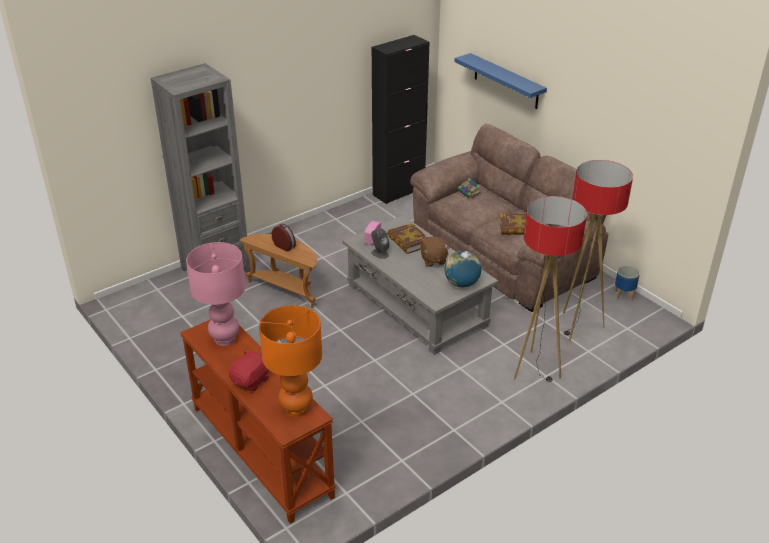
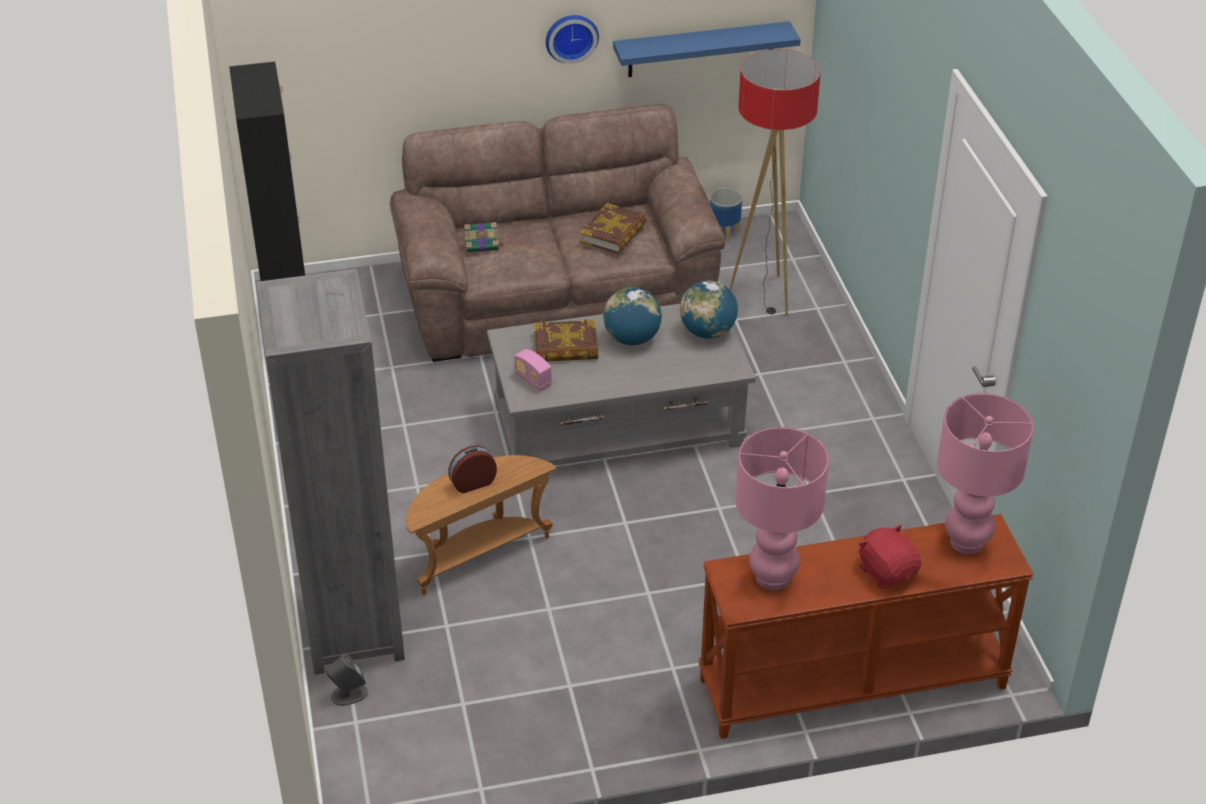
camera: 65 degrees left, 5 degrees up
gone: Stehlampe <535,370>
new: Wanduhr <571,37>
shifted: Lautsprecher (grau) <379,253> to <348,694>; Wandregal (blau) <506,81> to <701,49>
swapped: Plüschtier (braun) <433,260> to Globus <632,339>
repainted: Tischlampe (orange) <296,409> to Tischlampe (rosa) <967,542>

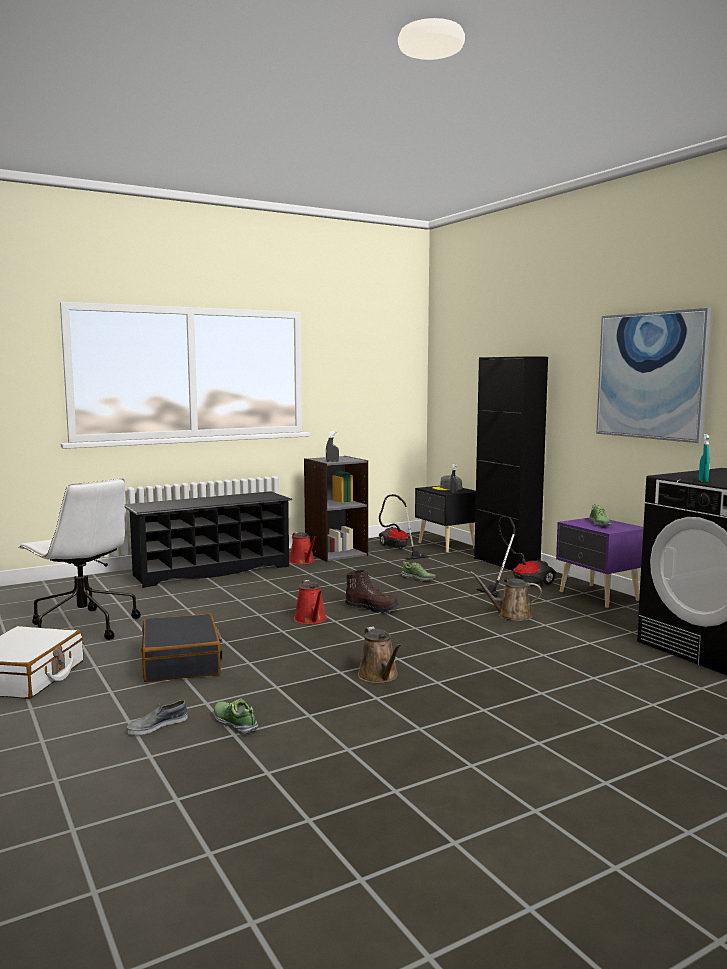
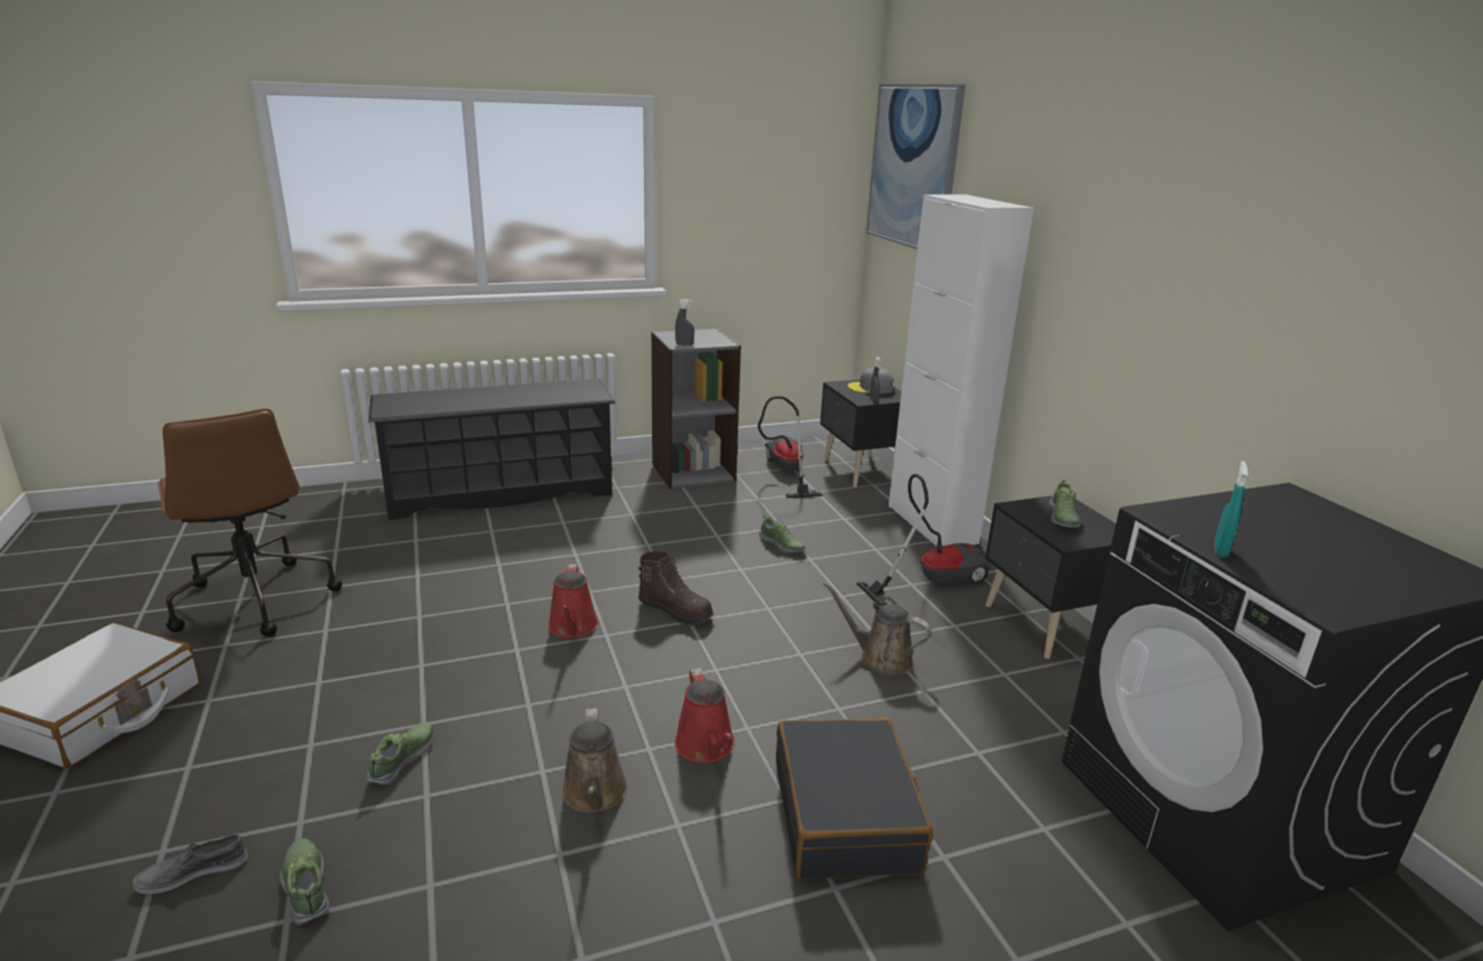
camera: 10 degrees right, 15 degrees up
new: Schuh <403,759>
shifted: Gießkanne (rot) <303,562> to <706,747>; Koffer (schwarz) <181,662> to <846,815>; Bild <650,375> to <913,166>
repainted: Bürostuhl (weiß) <82,626> to Bürostuhl (braun) <254,599>; Schrank (schwarz) <506,563> to Schrank (weiß) <931,524>; Nachttisch (lila) <598,596> to Nachttisch (schwarz) <1044,626>

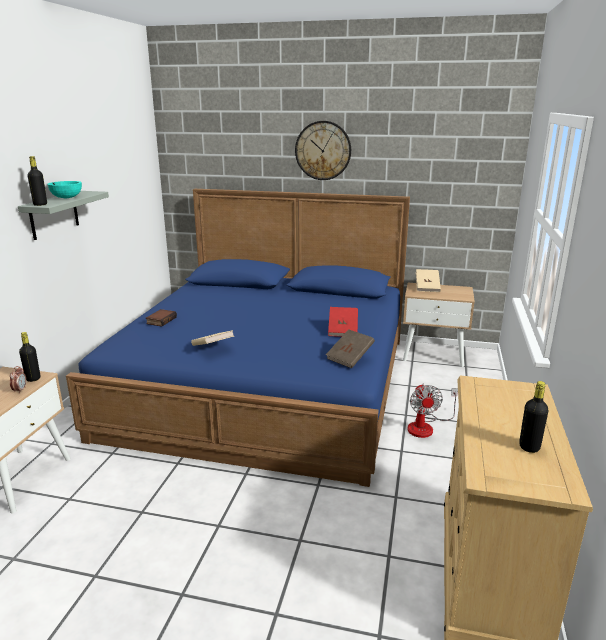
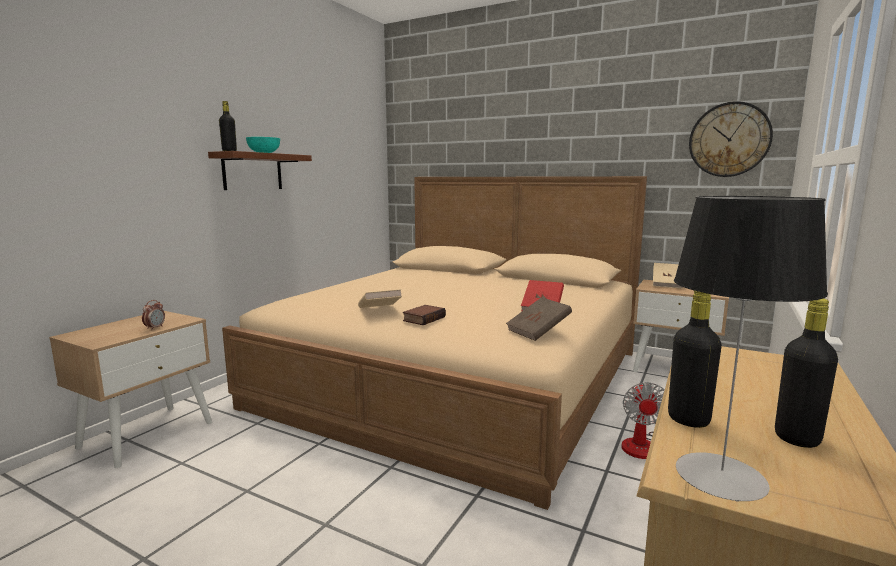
camera: 15 degrees right, 10 degrees down
new: Tischlampe <721,476>
shifted: Buch <161,320> to <423,318>; Flasche (schwarz) <33,378> to <688,419>; Wanduhr <323,150> to <729,140>
repainted: Wandregal (grau) <54,215> to Wandregal (braun) <252,172>; Bett (blau) <266,383> to Bett (beige) <459,377>

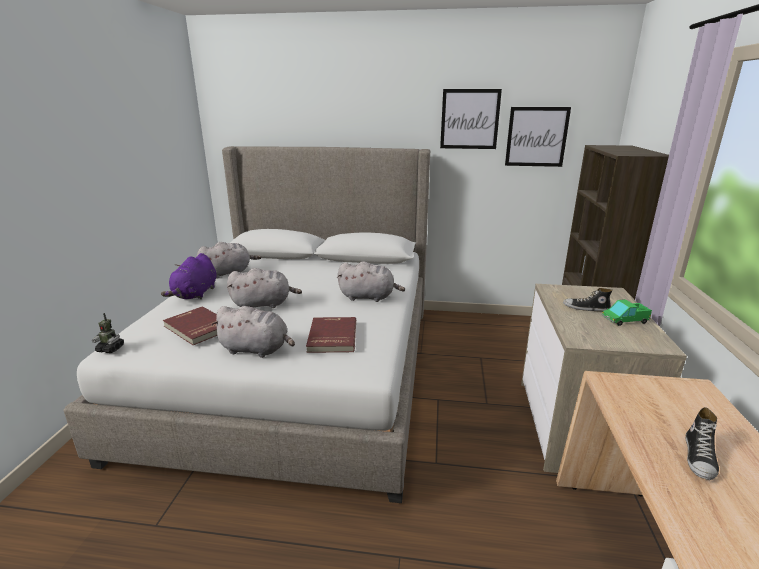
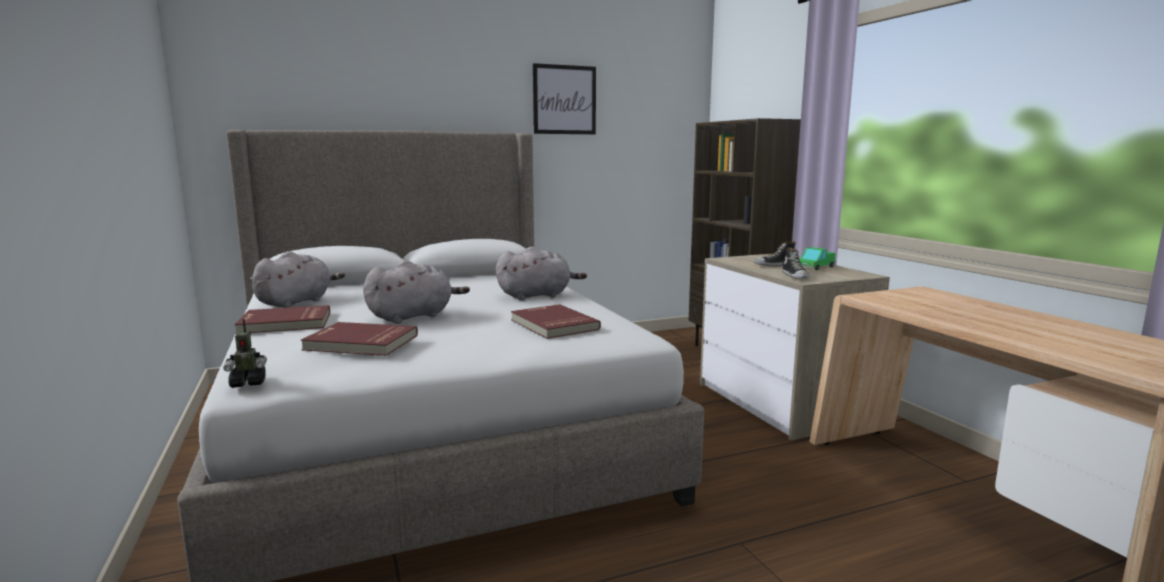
camera: 30 degrees left, 10 degrees down
gone: Plüschtier (grau) <257,349>; Bild <536,137>
shifted: Schuh <700,458> to <795,276>
swapped: Plüschtier (lila) <195,294> to Buch (rot) <285,323>

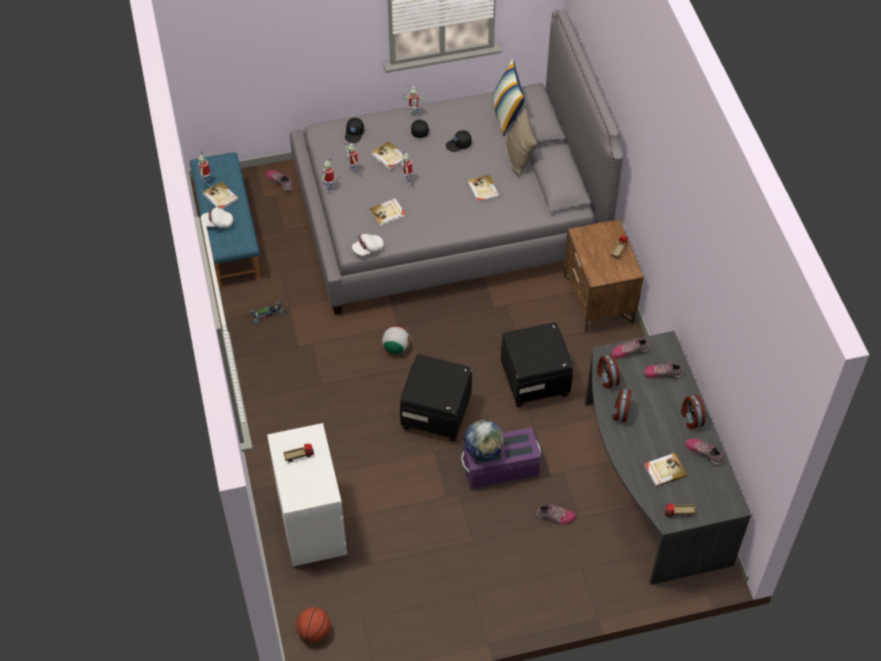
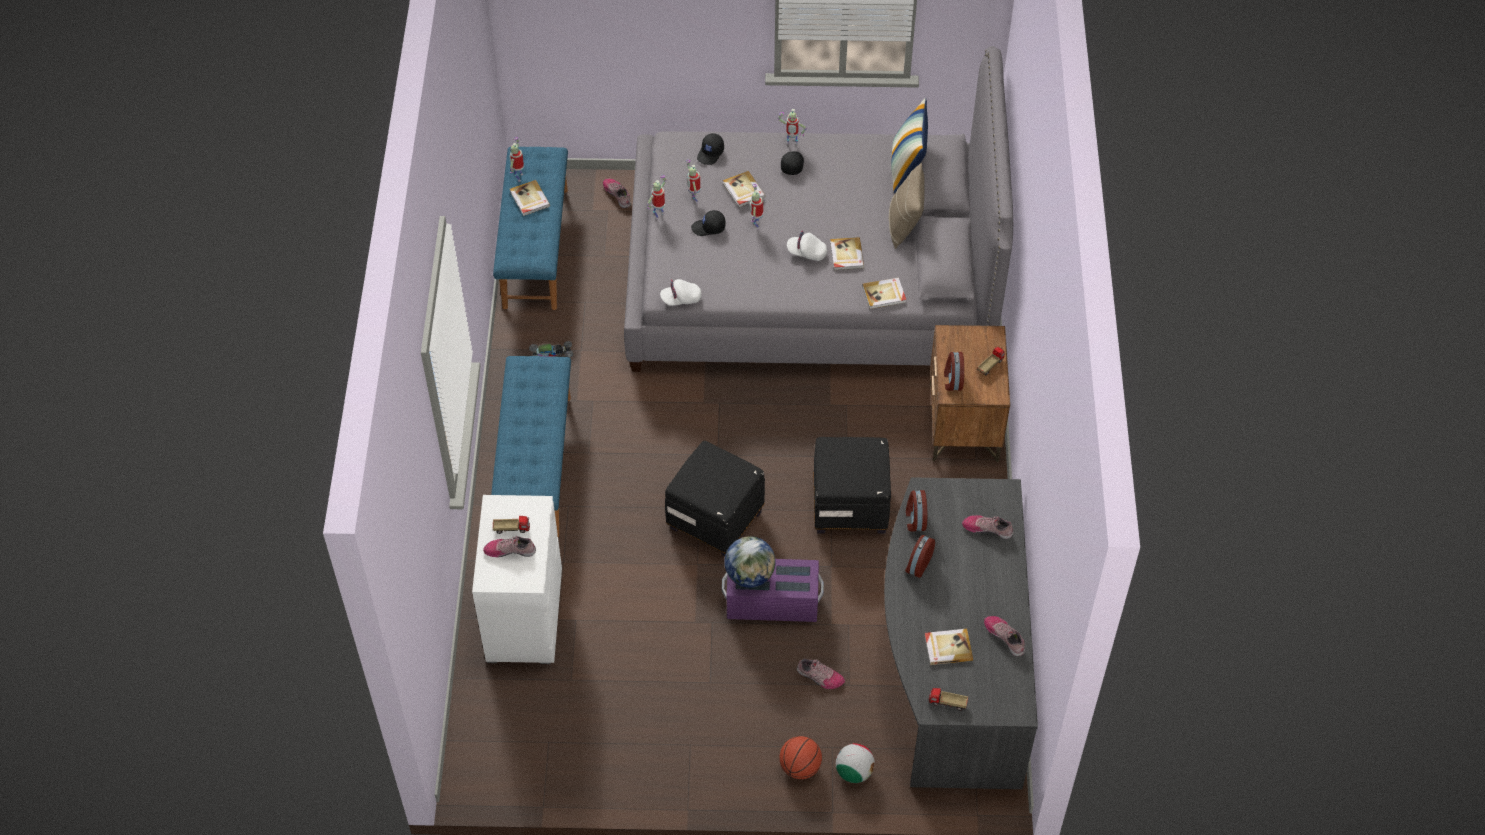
camera: 15 degrees right, 0 degrees up
new: Bank (blau) <535,465>
shifted: Schuh <629,351> to <510,550>; Kappe (schwarz) <458,145> to <708,228>; Basketball <314,632> to <800,767>; Kappe (weiß) <217,223> to <806,252>; Fußball <396,348> to <854,772>; Buch <387,213> to <884,294>; Wecker <691,419> to <952,380>

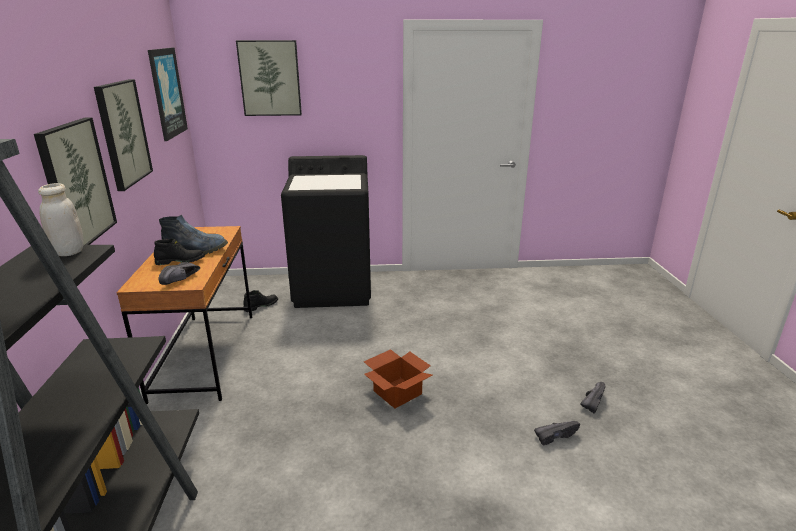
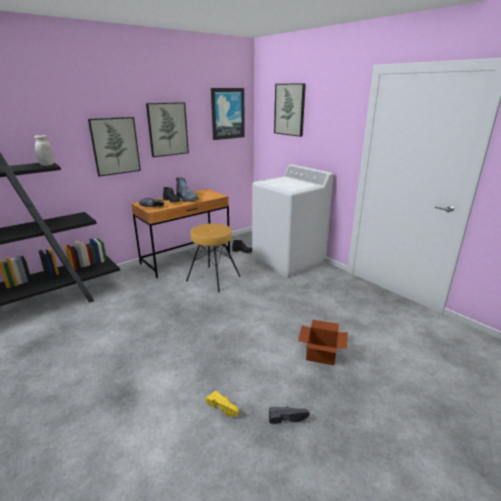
camera: 55 degrees right, 0 degrees up
new: Hocker (braun) <213,278>
shifted: Karton <397,391> to <322,353>
repainted: Schuh (schwarz) <555,435> to Schuh (gelb) <224,407>; Waschmaschine (schwarz) <333,289> to Waschmaschine (weiß) <288,261>

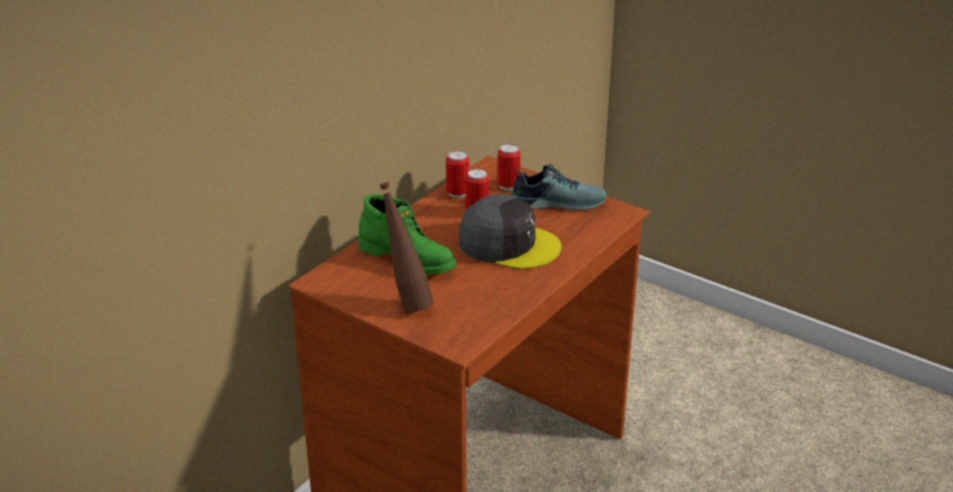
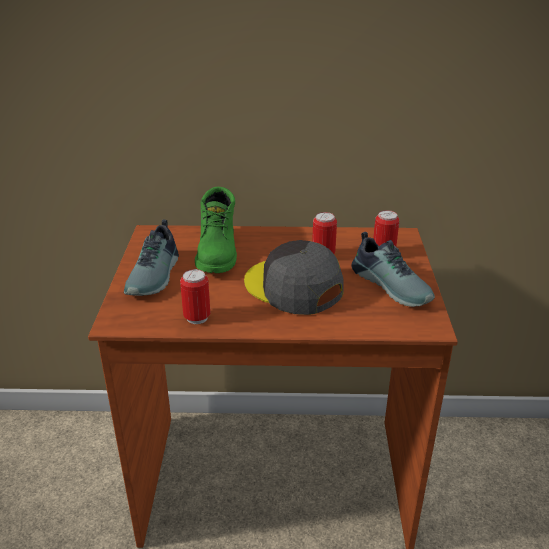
camera: 55 degrees right, 0 degrees up
shifted: Dose <457,193> to <197,318>
swapped: Flasche (braun) <407,302> to Schuh <156,275>
rotated: Kappe (grau) <508,244> = <293,287> 150 degrees clockwise

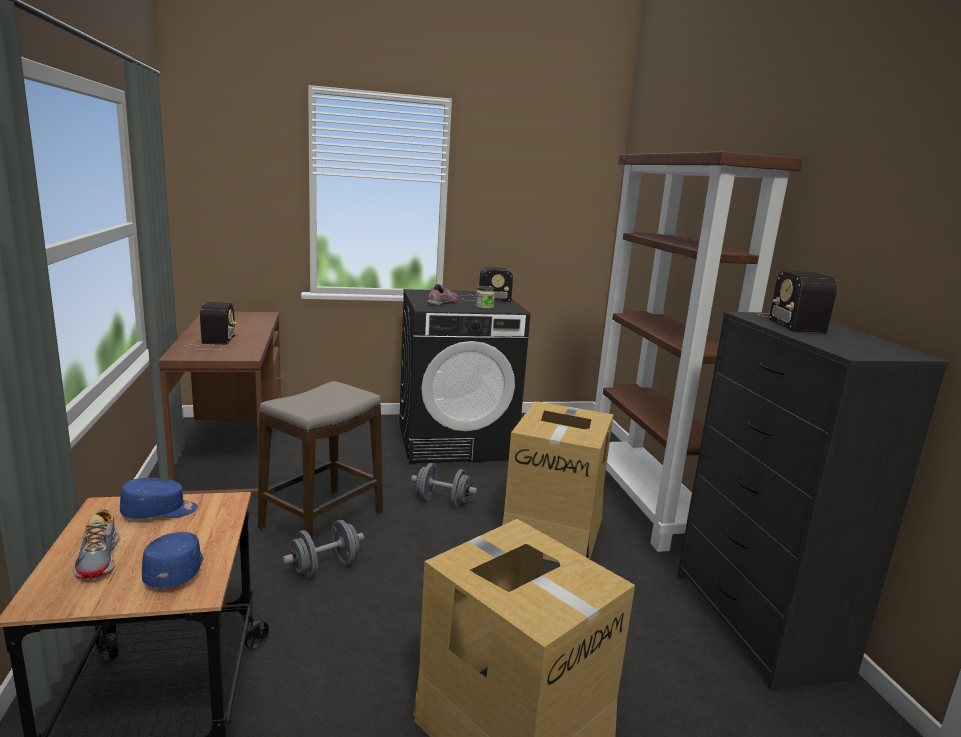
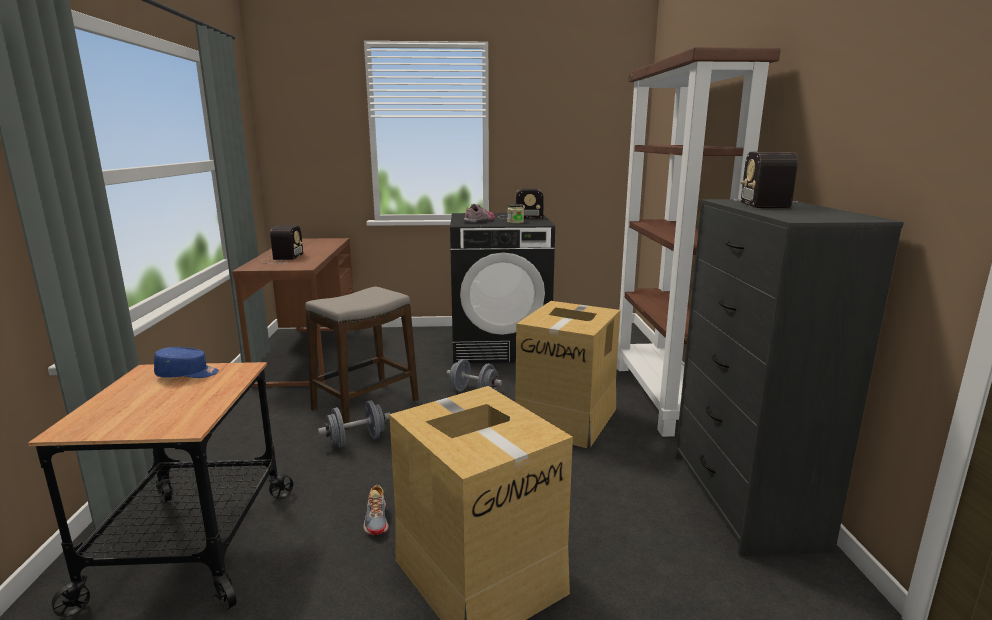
camera: 10 degrees right, 0 degrees up
gone: Kappe (blau) <176,570>
shifted: Schuh <100,558> to <377,519>

